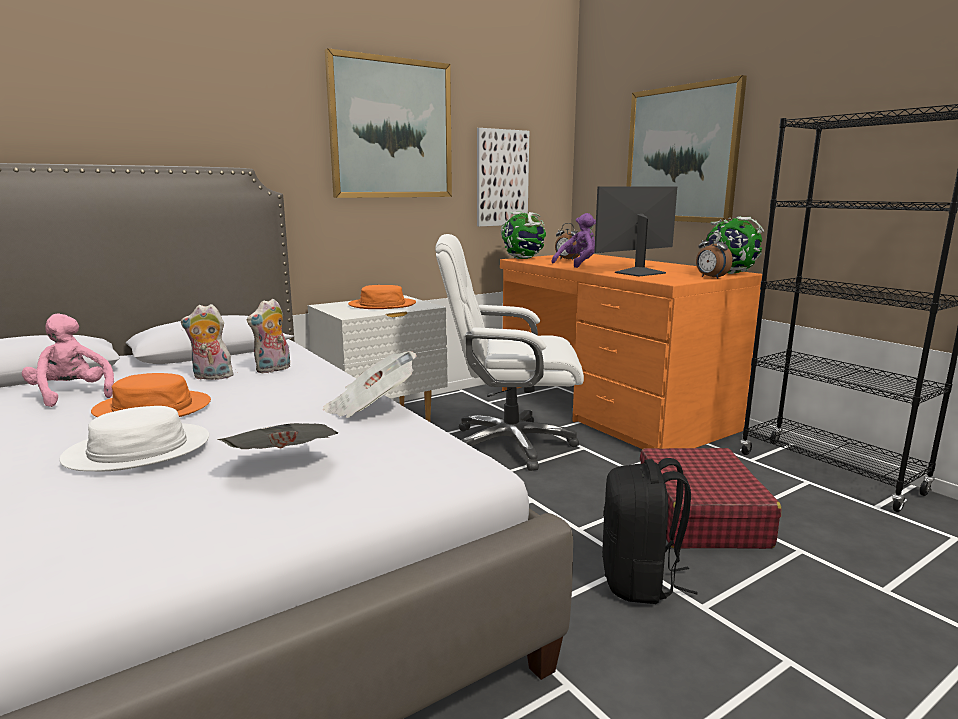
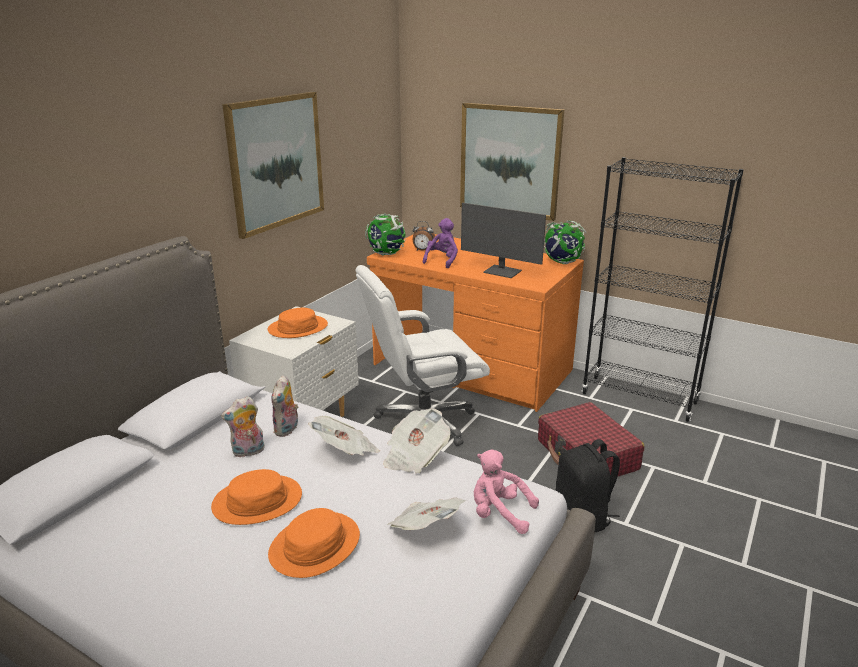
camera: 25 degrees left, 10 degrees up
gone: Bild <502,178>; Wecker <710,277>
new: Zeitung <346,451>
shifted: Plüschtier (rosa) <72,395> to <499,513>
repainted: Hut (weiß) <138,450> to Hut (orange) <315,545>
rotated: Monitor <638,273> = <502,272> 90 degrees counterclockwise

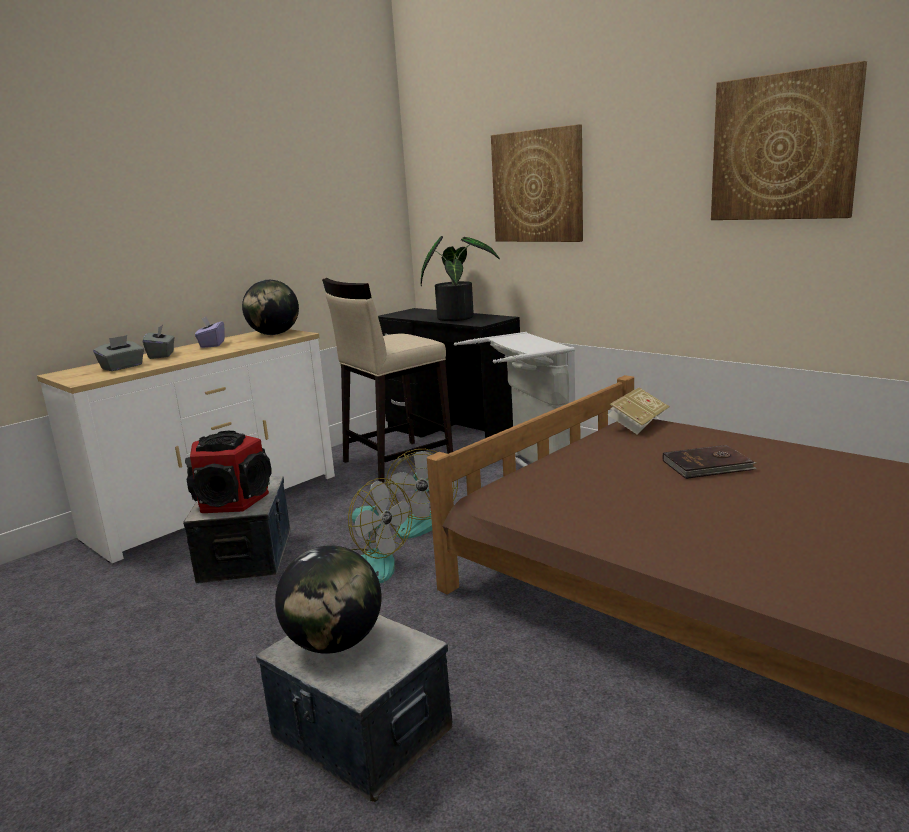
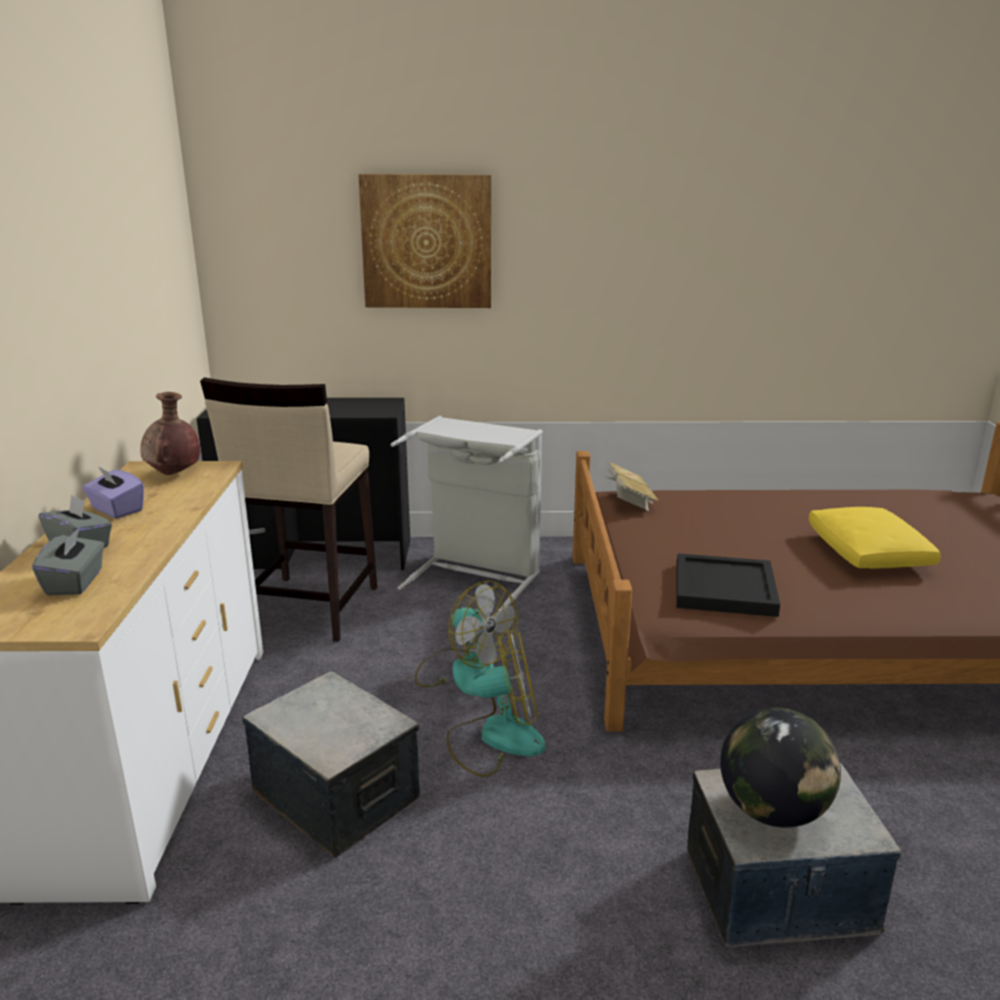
camera: 45 degrees left, 5 degrees up
gone: Lautsprecher <233,500>; Topfpflanze <458,317>; Buch (braun) <708,466>; Bild <783,147>
new: Tablett (schwarz) <723,588>; Kissen (gelb) <868,554>
swapped: Globus <274,334> to Vase (braun) <174,474>

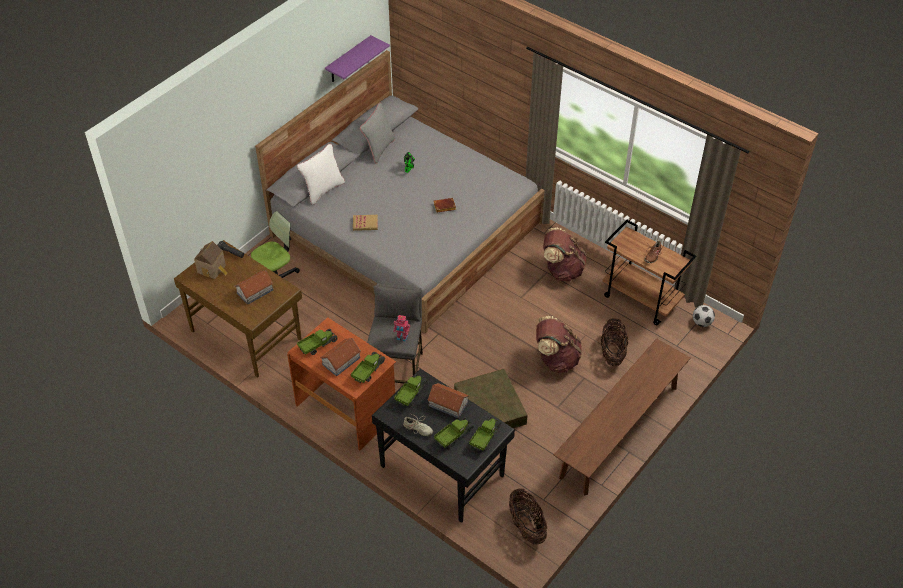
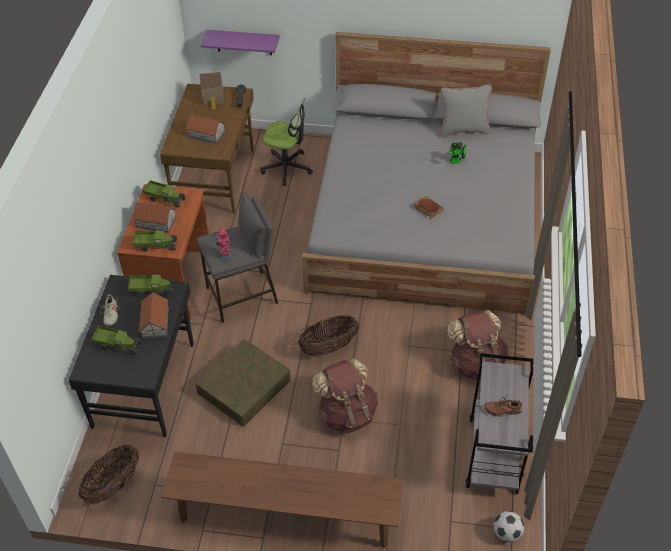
camera: 60 degrees right, 0 degrees up
gone: Kissen (weiß) <323,190>; Buch <365,223>; Spielzeuglaster <485,437>
shifted: Wandregal (lila) <348,60> to <244,42>; Korb <612,353> to <329,347>
repainted: Rollwagen (braun) <641,299> to Rollwagen (grau) <494,456>

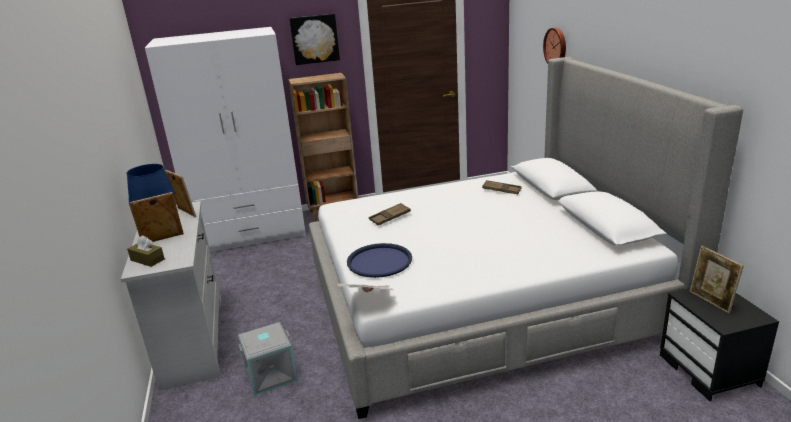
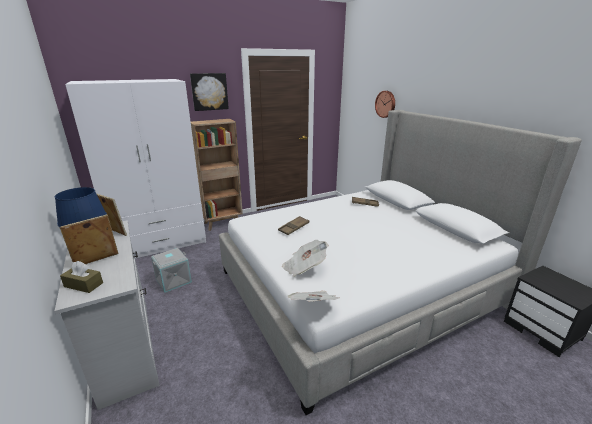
camera: 15 degrees left, 0 degrees up
gone: Bilderrahmen <710,302>
shifted: Aufbewahrungsbox (grau) <271,374> to <173,280>
swapped: Tablett (blau) <379,261> to Zeitung <304,267>

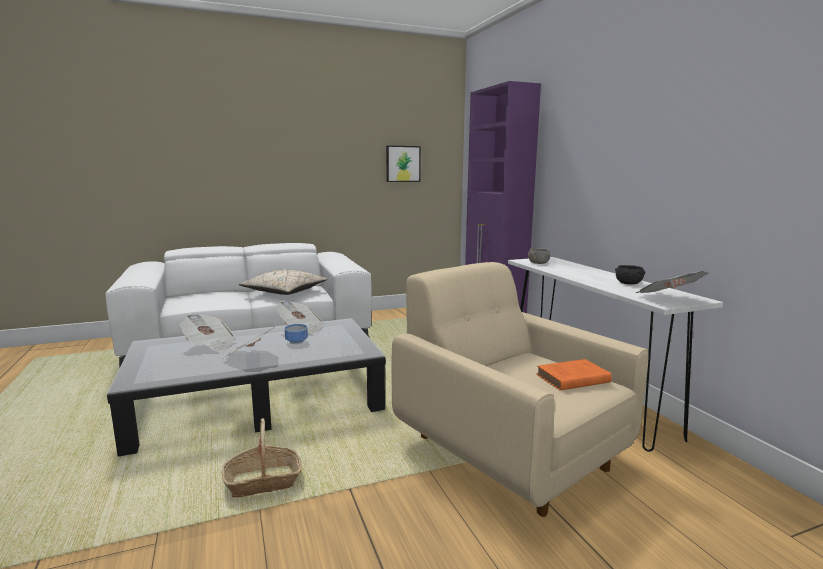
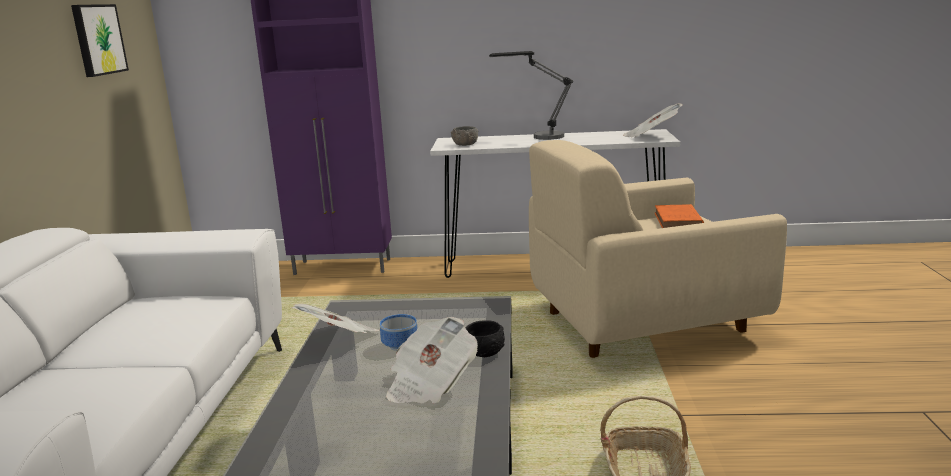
camera: 65 degrees left, 5 degrees up
gone: Zeitung <209,345>; Kissen (beige) <285,292>
new: Tischlampe <539,137>
shifted: Schüssel (schwarz) <628,283> to <484,352>

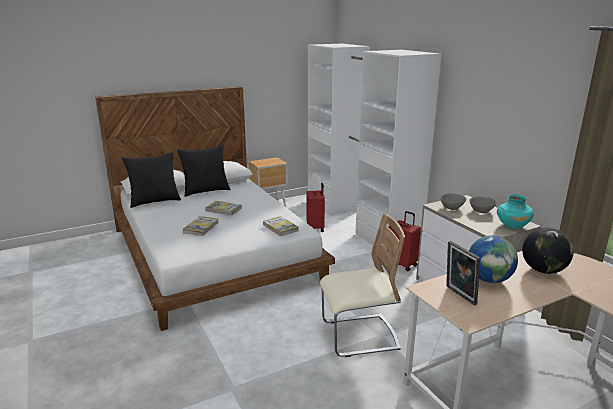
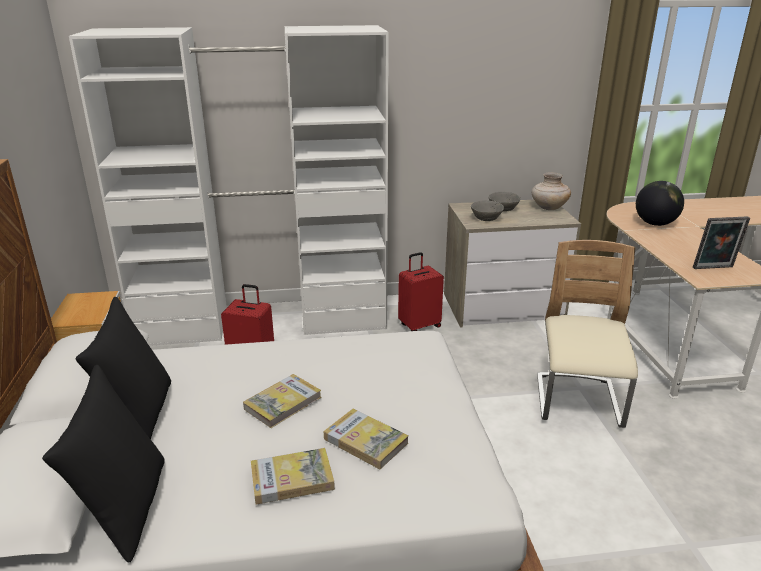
camera: 70 degrees left, 5 degrees up
gone: Globus <489,279>
shifted: Buch <280,228> to <292,479>
repainted: Vase (türkis) <512,226> to Vase (beige) <548,208>

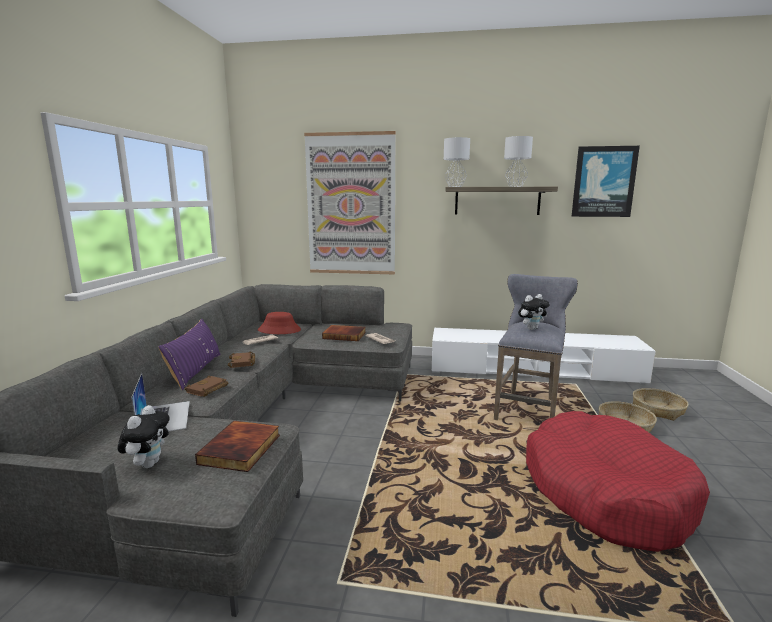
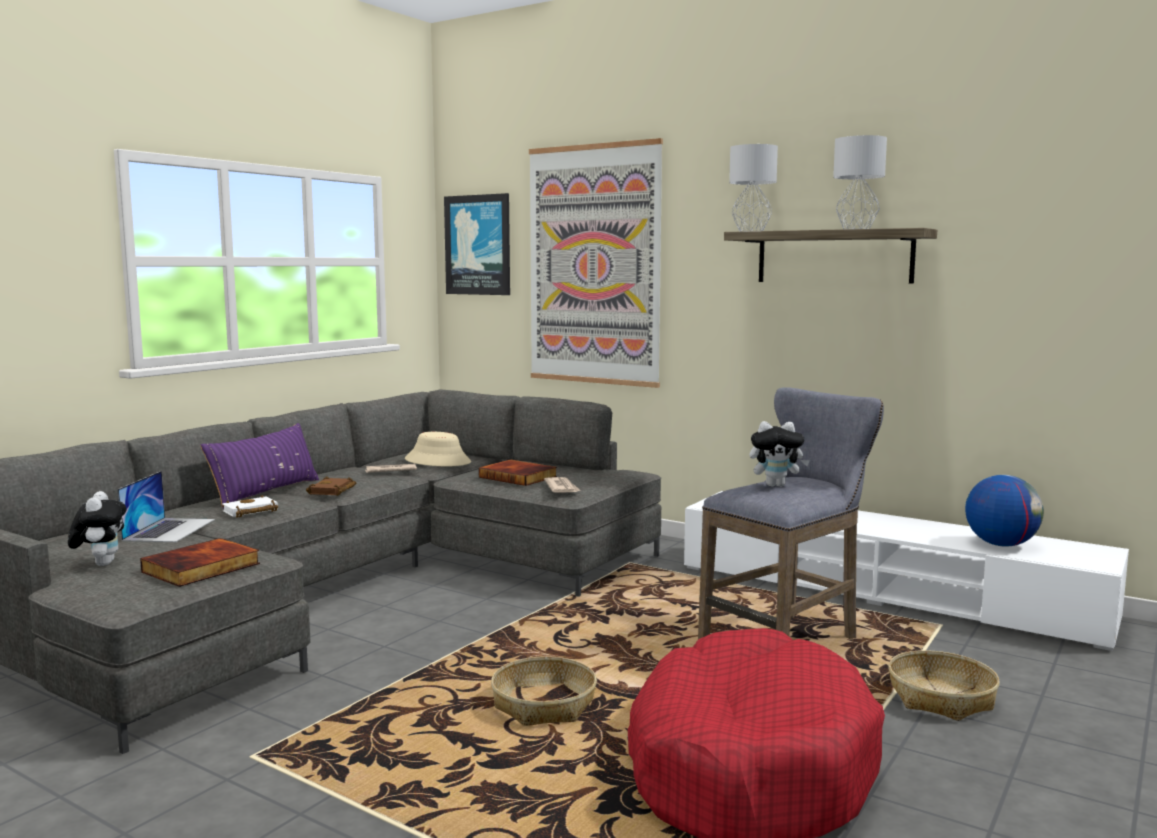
camera: 25 degrees right, 5 degrees down
new: Globus <1001,544>
shifted: Bild <603,182> to <478,245>; Korb <658,410> to <544,705>
repainted: Buch (braun) <207,389> to Buch (weiß) <250,512>; Hut (rot) <279,330> to Hut (beige) <438,461>
rotated: Plüschtier <148,464> = <101,564> 45 degrees counterclockwise

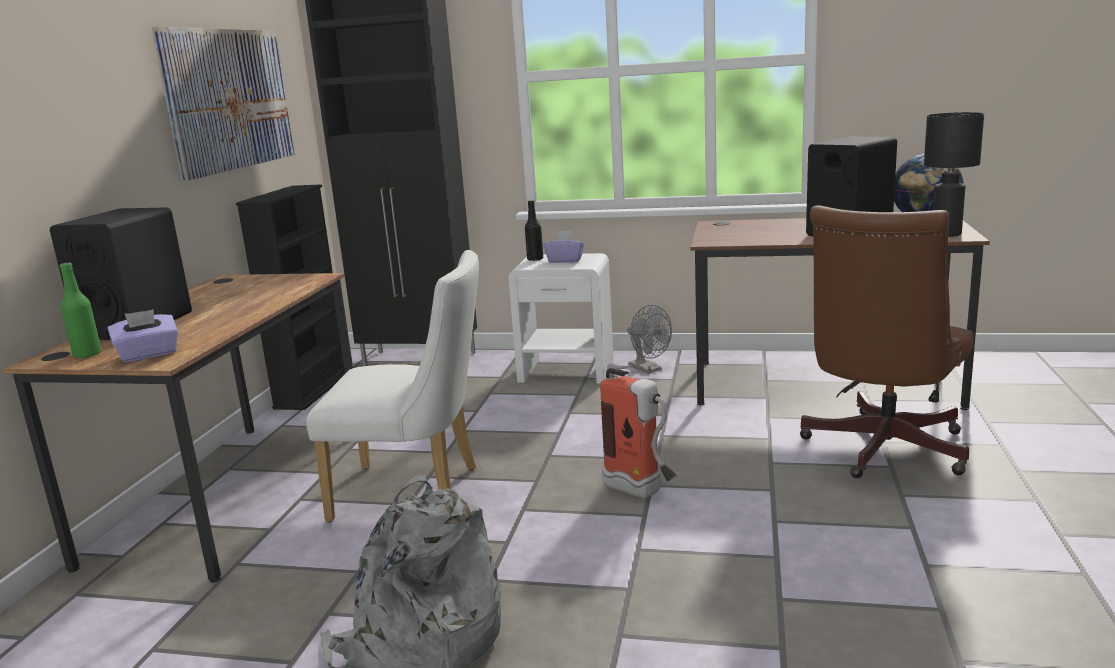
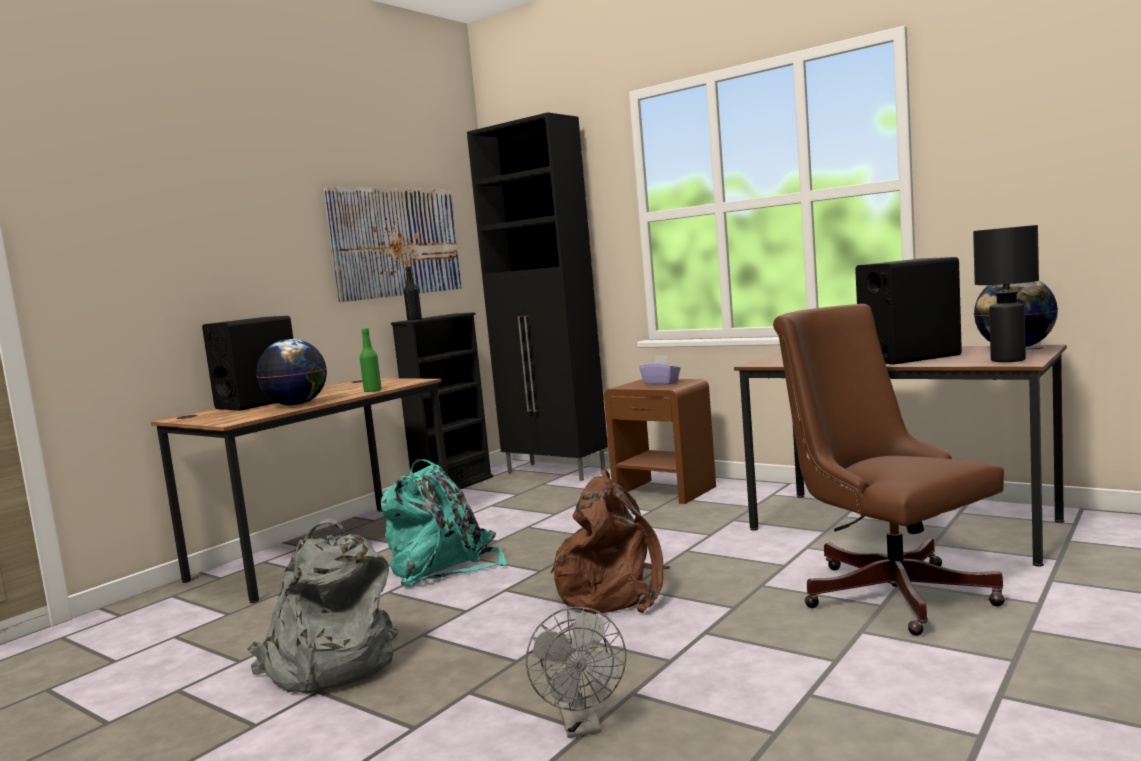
camera: 25 degrees right, 10 degrees down
gone: Taschentuchbox (lila) <148,355>
new: Globus <297,405>
shifted: Flasche (grün) <87,354> to <372,391>; Flasche (schwarz) <535,259> to <414,319>; Ventilator (grau) <648,369> to <582,726>
swapped: Stuhl (weiß) <417,493> to Rucksack (türkis) <443,566>; Feuerlöscher <641,492> to Rucksack (braun) <614,591>
repainted: Nachttisch (weiß) <567,371> to Nachttisch (braun) <665,491>
rotated: Bürostuhl (braun) <880,451> = <887,590> 90 degrees clockwise

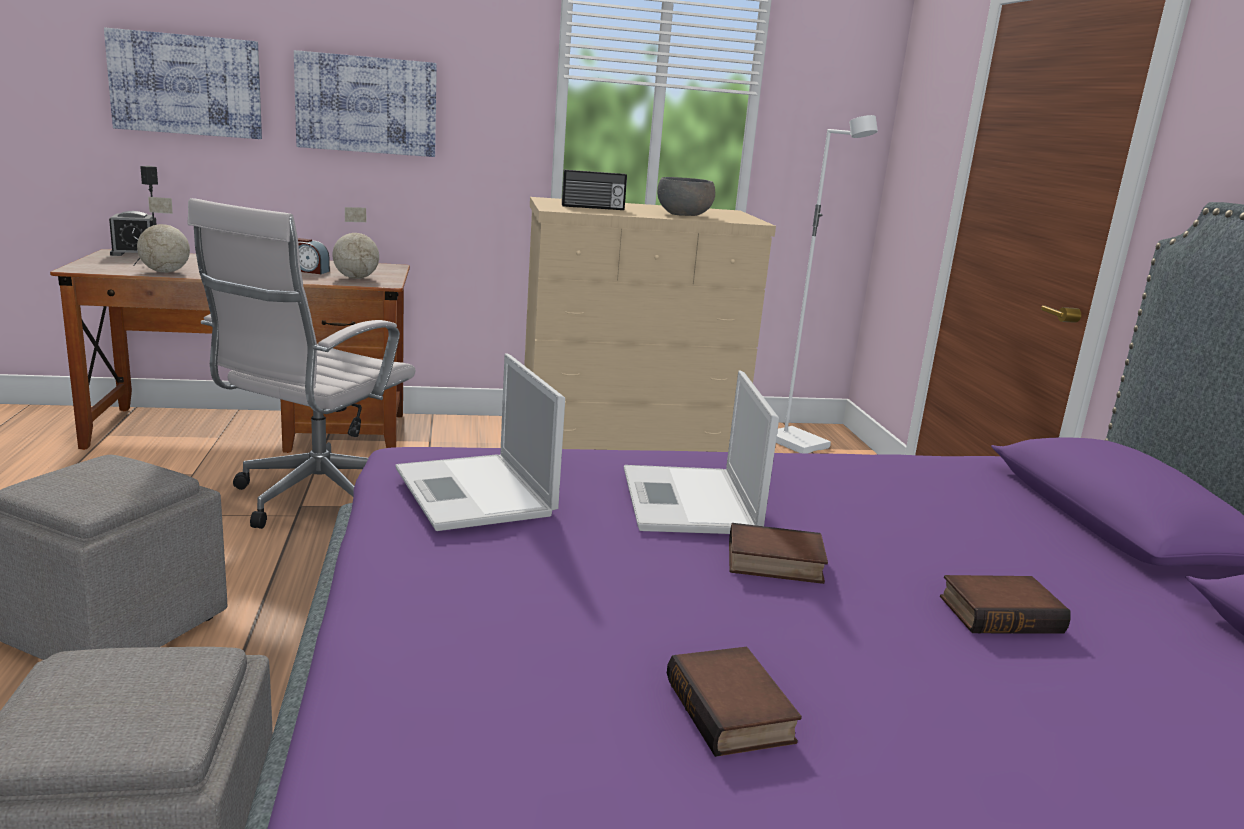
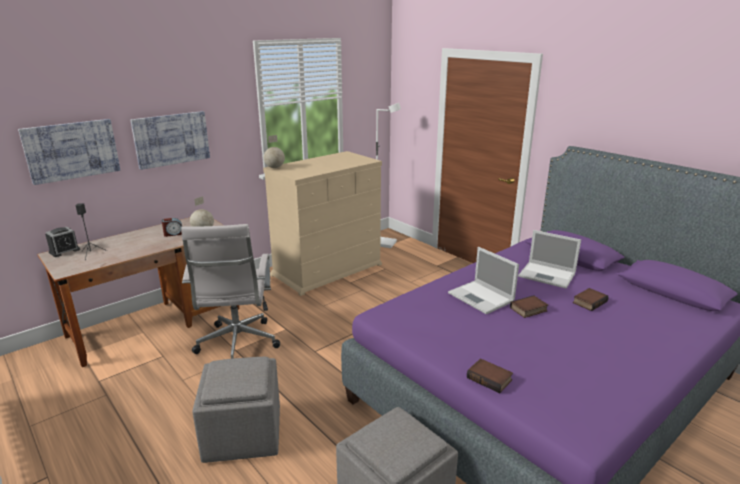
camera: 30 degrees left, 5 degrees up
gone: Radio <593,207>; Schüssel (grau) <684,214>
shifted: Globus <165,272> to <275,167>; Buch <734,712> to <490,378>; Laptop <476,493> to <548,275>

